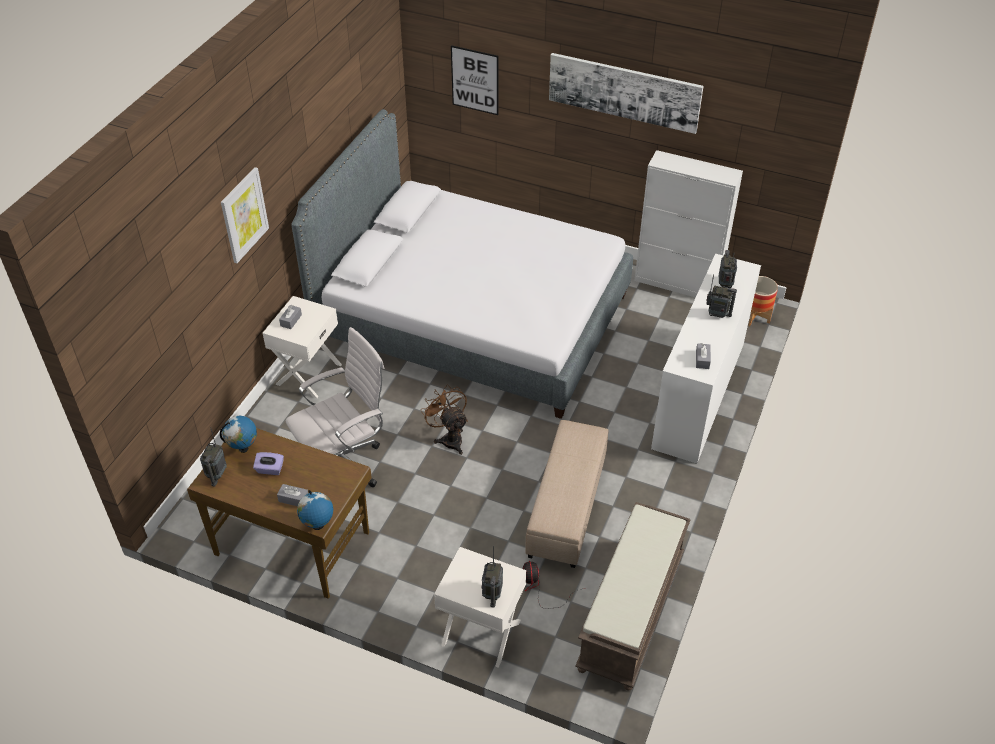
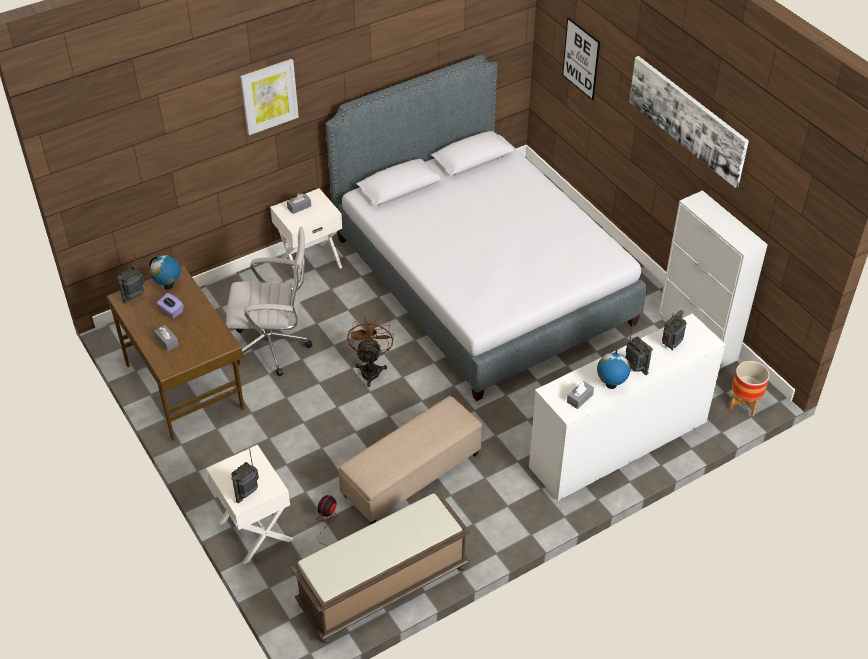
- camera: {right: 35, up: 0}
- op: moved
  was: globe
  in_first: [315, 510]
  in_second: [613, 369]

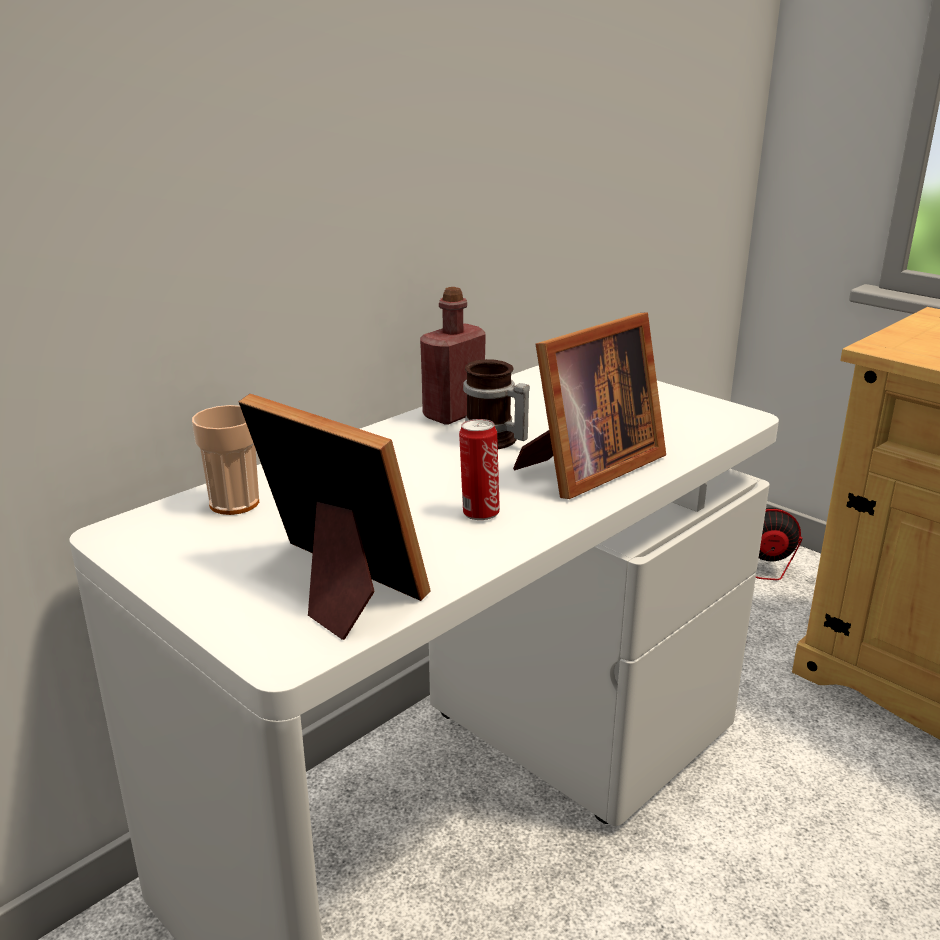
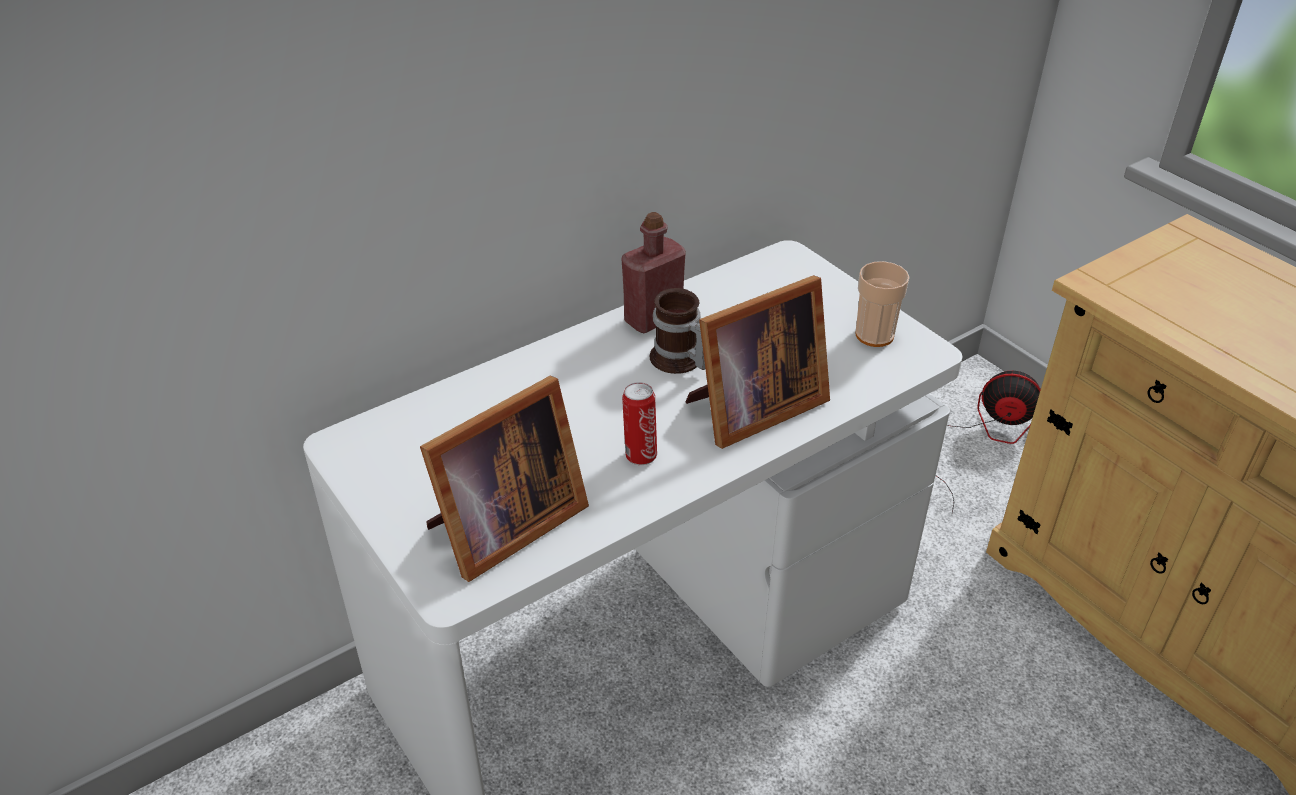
- camera: {right: 10, up: 15}
- op: turned
  was: cadre photo
  in_first: [335, 517]
  in_second: [504, 479]
  clockwise: 90
- op: moved
  was: tasse
  in_first: [225, 460]
  in_second: [882, 304]

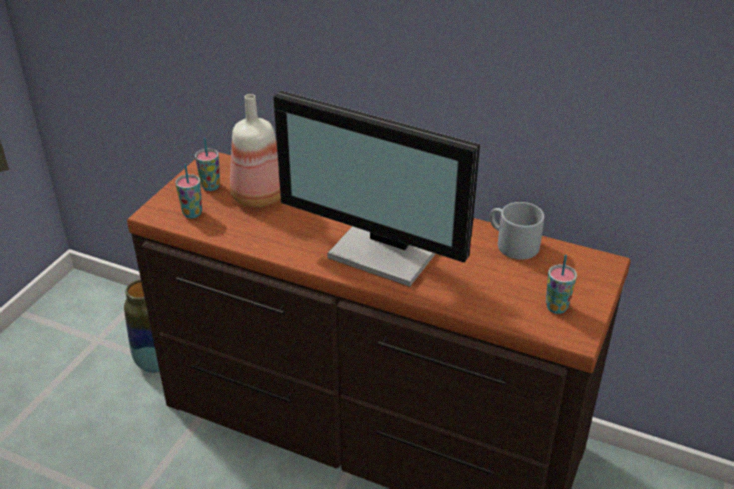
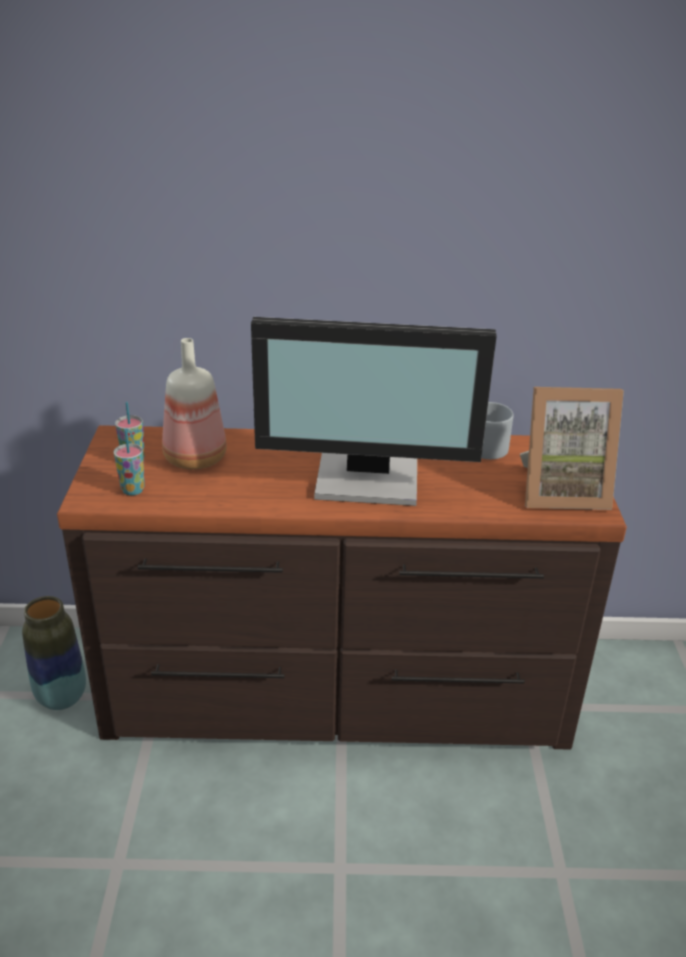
- camera: {right: -25, up: -5}
- op: replaced
  was: tasse
  now: cadre photo
  in_first: [561, 284]
  in_second: [572, 448]

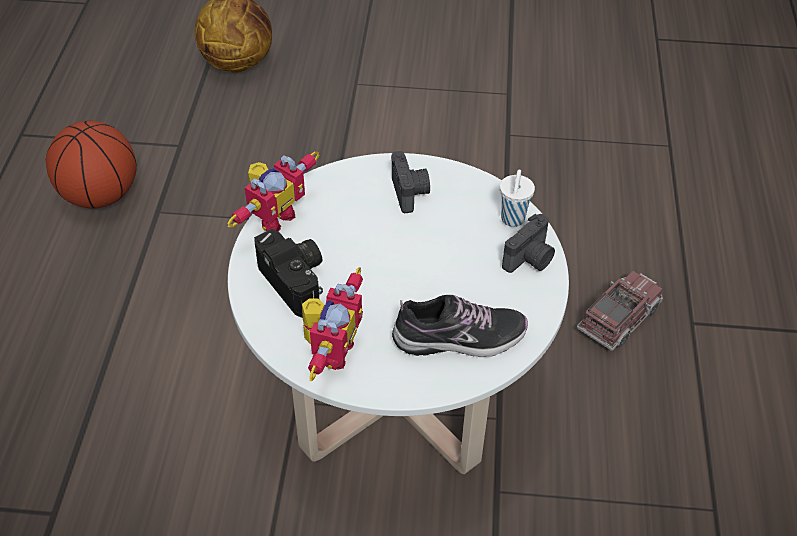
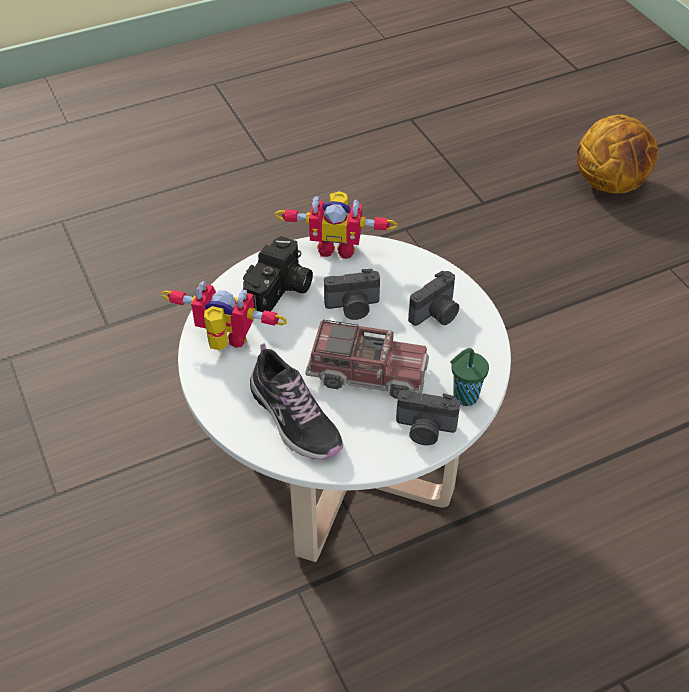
- camera: {right: 60, up: 0}
- op: removed
  was: ballon de basket
  in_first: [91, 164]
- op: recoloured
  was: tasse/blanc
  now: tasse/vert
  in_first: [517, 198]
  in_second: [469, 377]
- op: turned
  was: robot jouet
  in_first: [332, 324]
  in_second: [224, 315]
  clockwise: -150
- op: moved
  was: camion jouet
  in_first: [620, 311]
  in_second: [367, 359]
- op: added
  now: appareil photo
  in_second: [352, 294]

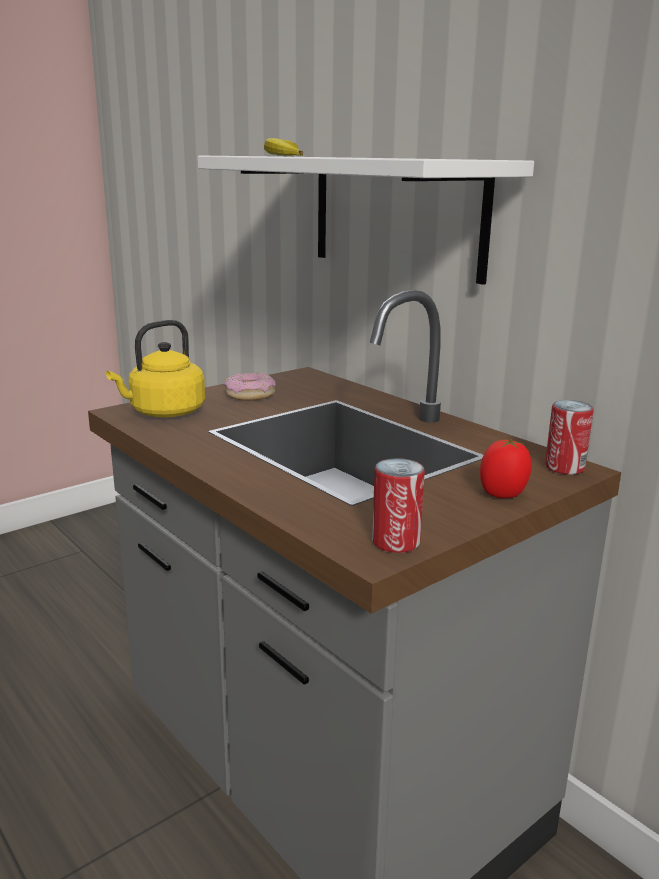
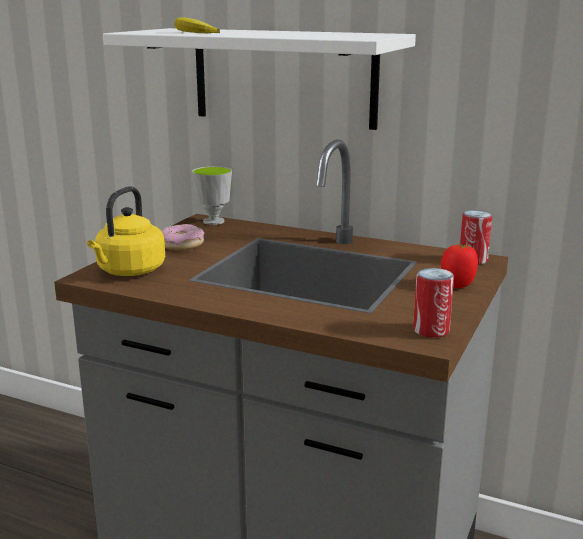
- camera: {right: -25, up: 0}
- op: added
  now: tasse
  in_second: [212, 195]

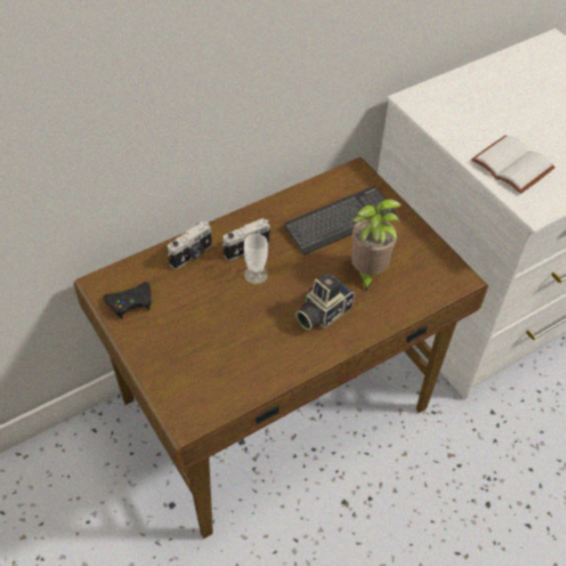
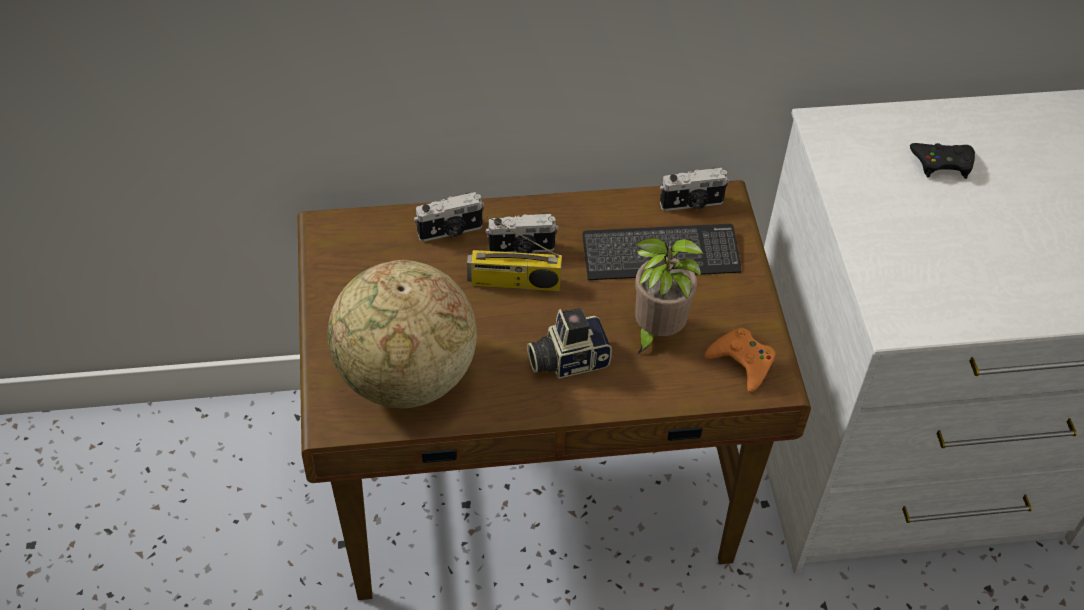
- camera: {right: 25, up: 0}
- op: removed
  was: livre/blanc
  in_first: [513, 164]
- op: replaced
  was: tasse
  now: radio
  in_first: [256, 259]
  in_second: [514, 253]
- op: moved
  was: manette/noir
  in_first: [127, 300]
  in_second: [942, 161]
- op: added
  now: appareil photo
  in_second: [694, 189]
- op: added
  now: globe
  in_second: [402, 334]
- op: added
  now: manette/orange
  in_second: [740, 360]

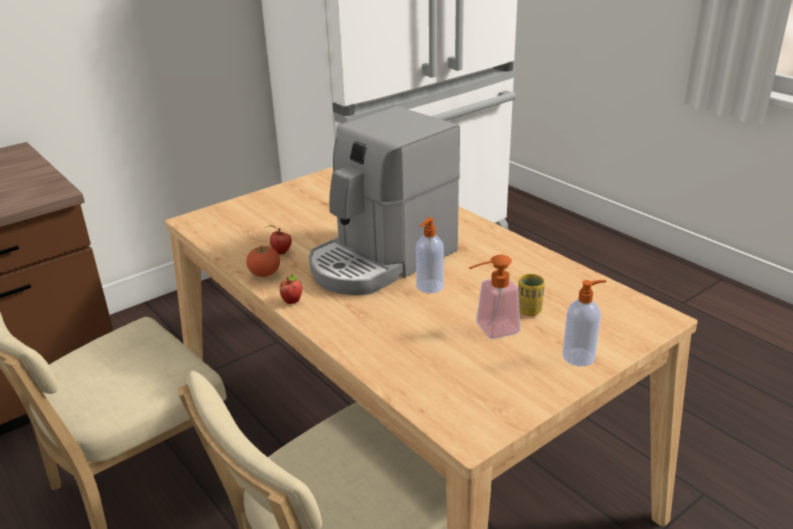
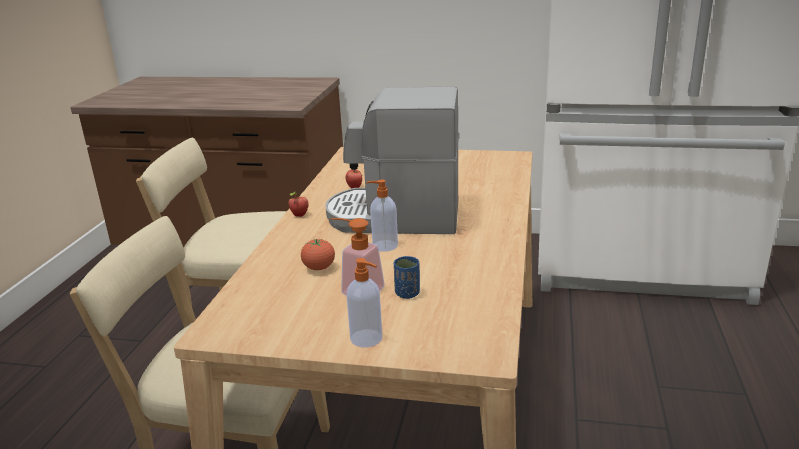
- camera: {right: 50, up: -5}
- op: moved
  was: tomate
  in_first: [263, 261]
  in_second: [318, 255]
- op: recoloured
  was: tasse/jaune
  now: tasse/bleu
  in_first: [531, 294]
  in_second: [407, 277]

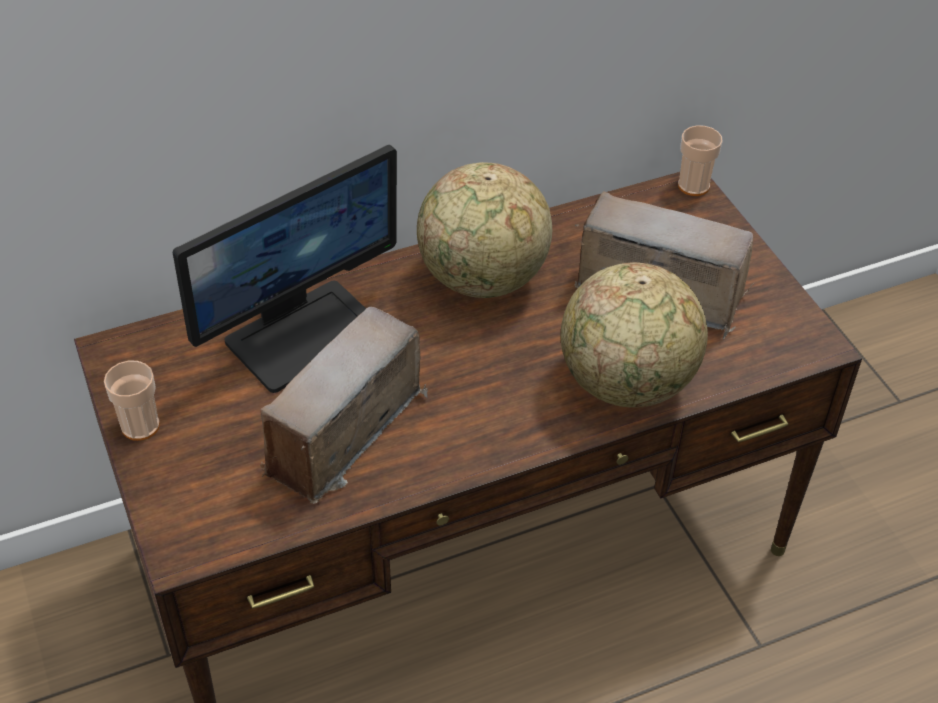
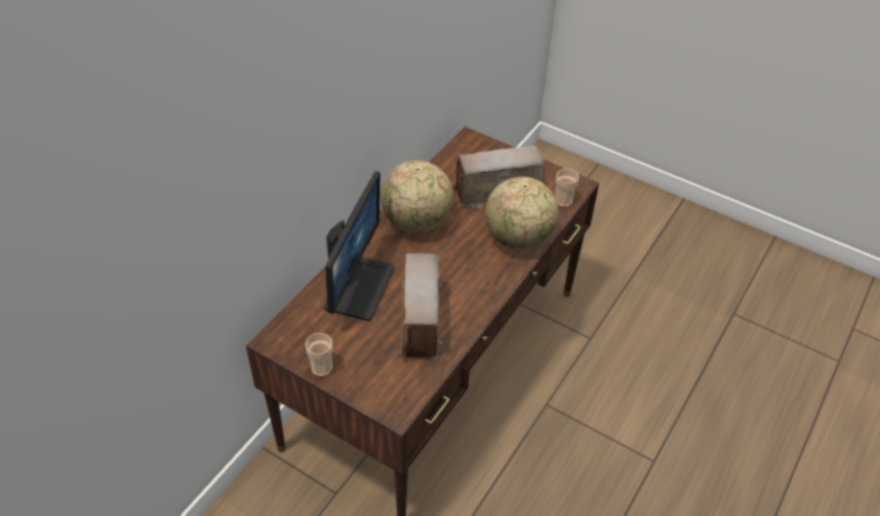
- camera: {right: -35, up: 0}
- op: moved
  was: tasse
  in_first: [700, 160]
  in_second: [567, 187]

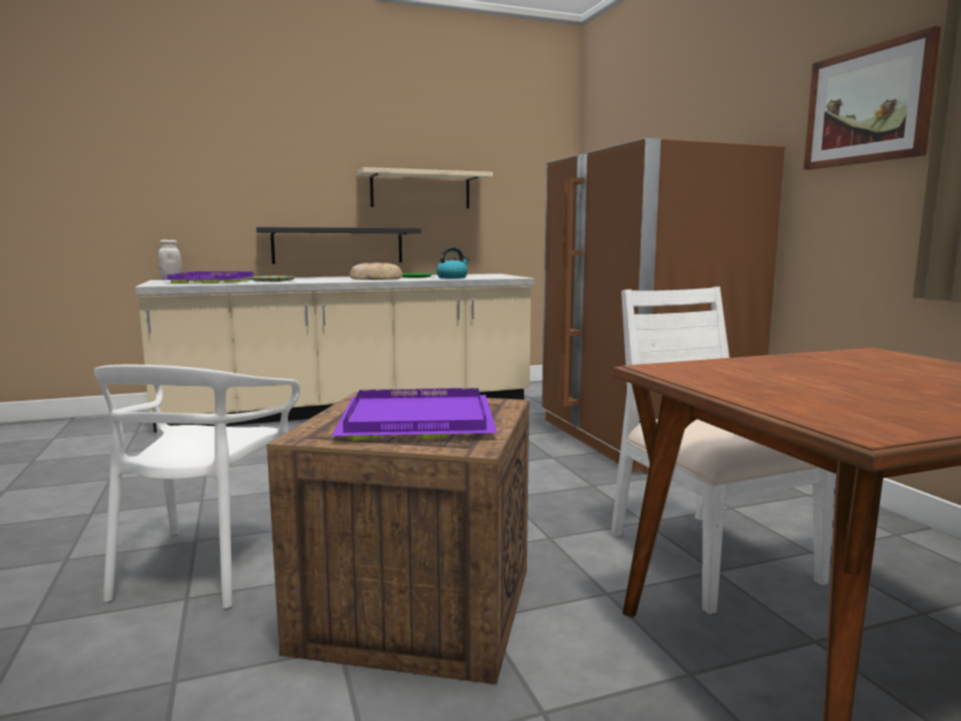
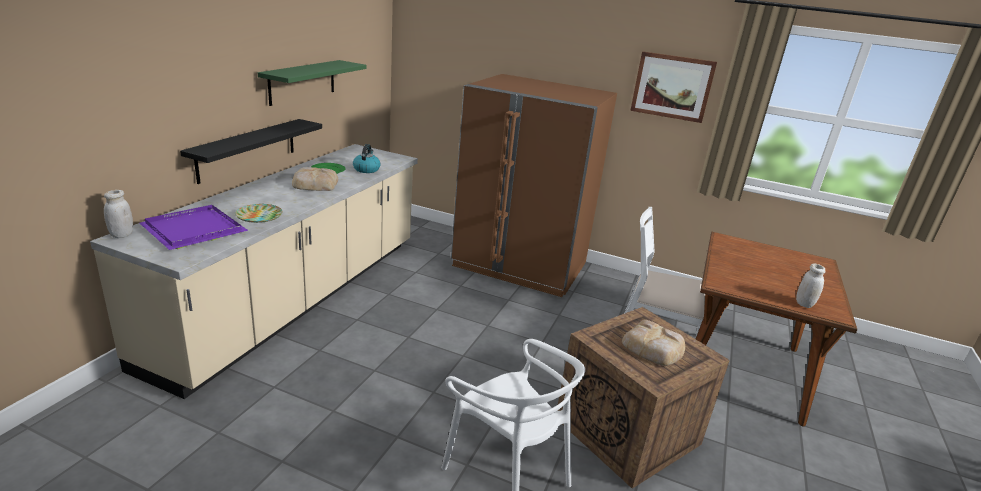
- camera: {right: -50, up: 15}
- op: recoloured
  was: étagère/beige
  now: étagère/vert
  in_first: [425, 188]
  in_second: [312, 83]
- op: replaced
  was: plateau/violet
  now: pain
  in_first: [414, 414]
  in_second: [653, 343]
- op: added
  now: bocal/blanc
  in_second: [811, 286]

